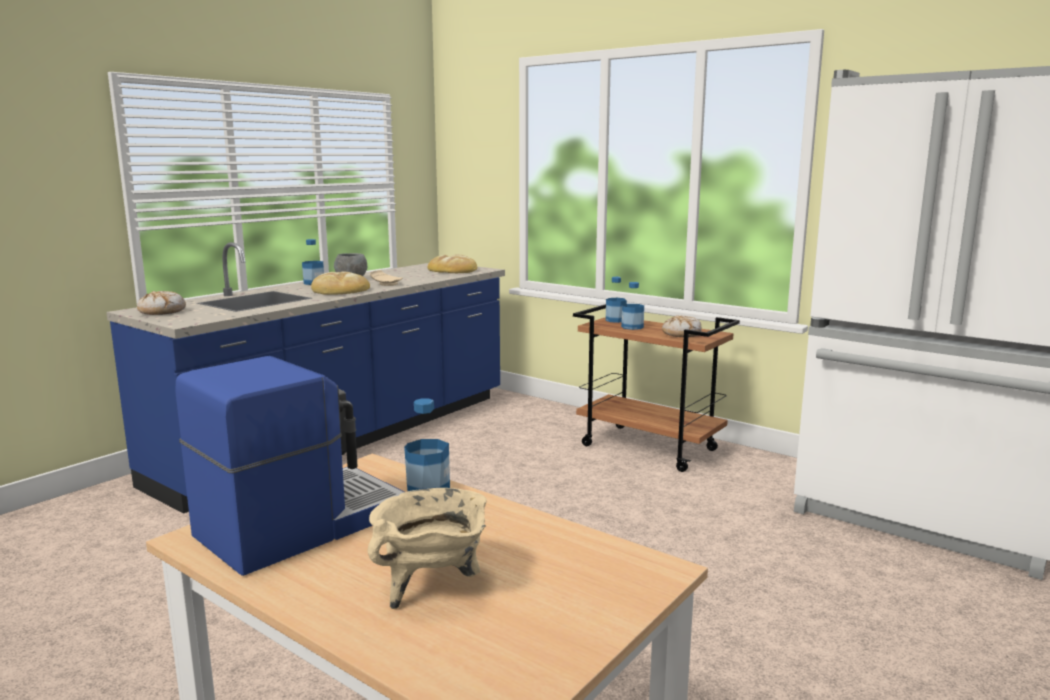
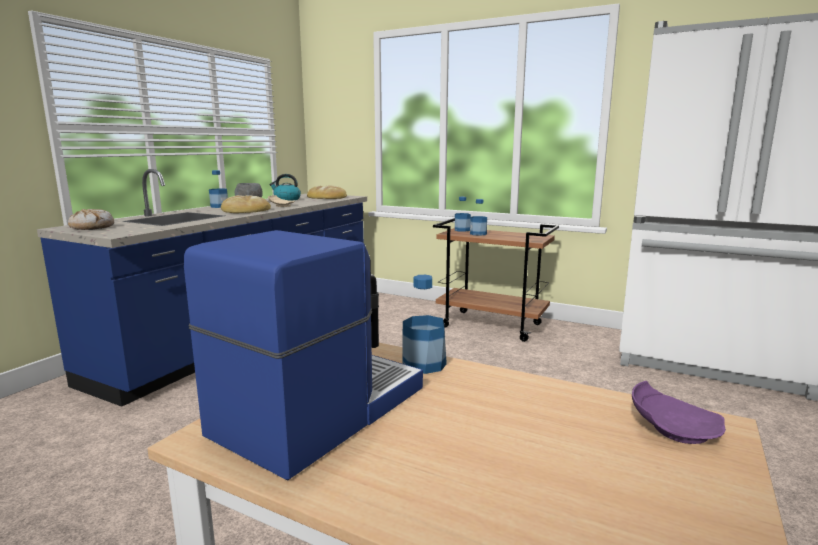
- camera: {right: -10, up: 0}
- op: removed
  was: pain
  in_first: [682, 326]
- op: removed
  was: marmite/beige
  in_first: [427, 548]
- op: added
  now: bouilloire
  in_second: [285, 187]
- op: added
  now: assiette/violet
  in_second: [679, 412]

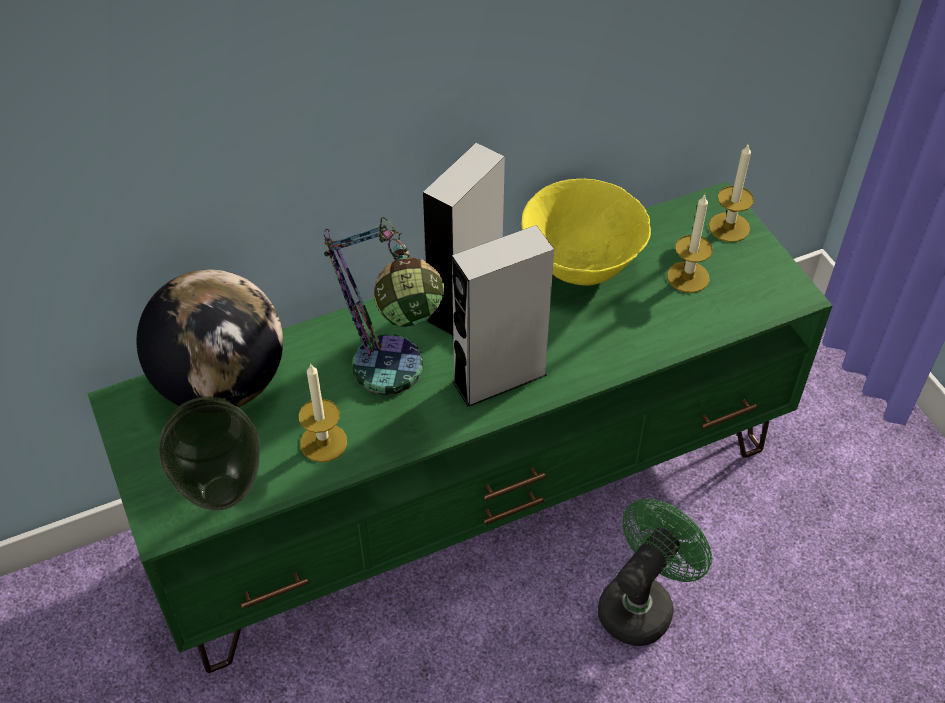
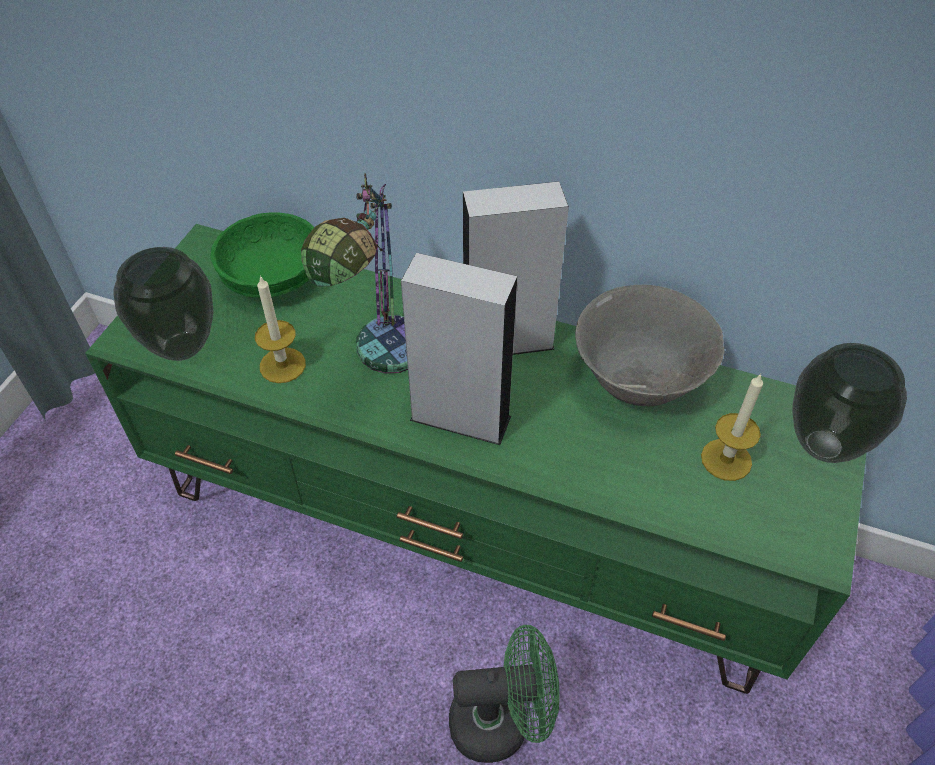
- camera: {right: 45, up: 0}
- op: replaced
  was: bougie
  now: vase
  in_first: [731, 192]
  in_second: [849, 403]
- op: recoloured
  was: bol/jaune
  now: bol/gris
  in_first: [586, 232]
  in_second: [650, 346]
- op: replaced
  was: globe
  now: bol/vert
  in_first: [209, 338]
  in_second: [262, 255]

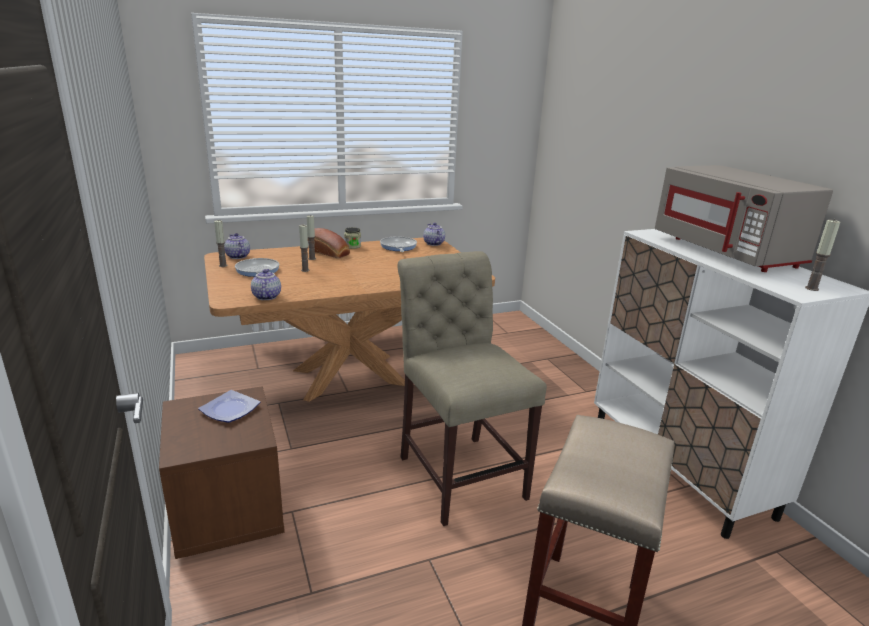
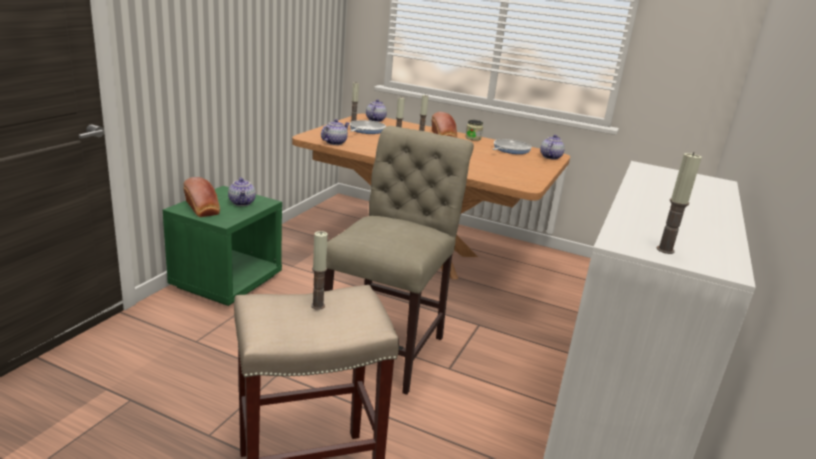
- camera: {right: 45, up: 0}
- op: removed
  was: micro-ondes/gris
  in_first: [744, 218]
- op: recoloured
  was: table de chevet/marron
  now: table de chevet/vert
  in_first: [222, 472]
  in_second: [222, 246]
- op: replaced
  was: assiette
  now: théière
  in_first: [229, 406]
  in_second: [242, 191]
- op: added
  now: pain
  in_second: [201, 197]
- op: added
  now: bougie
  in_second: [319, 270]

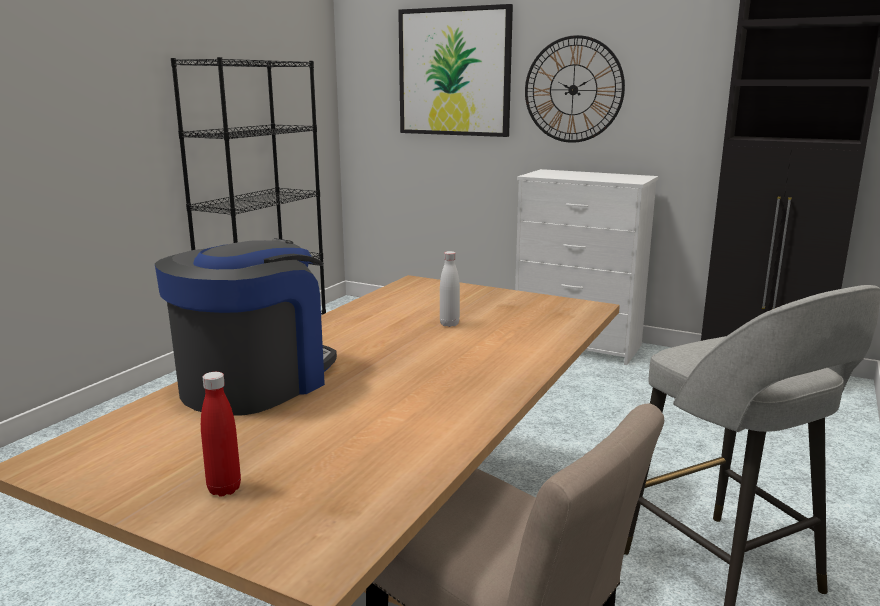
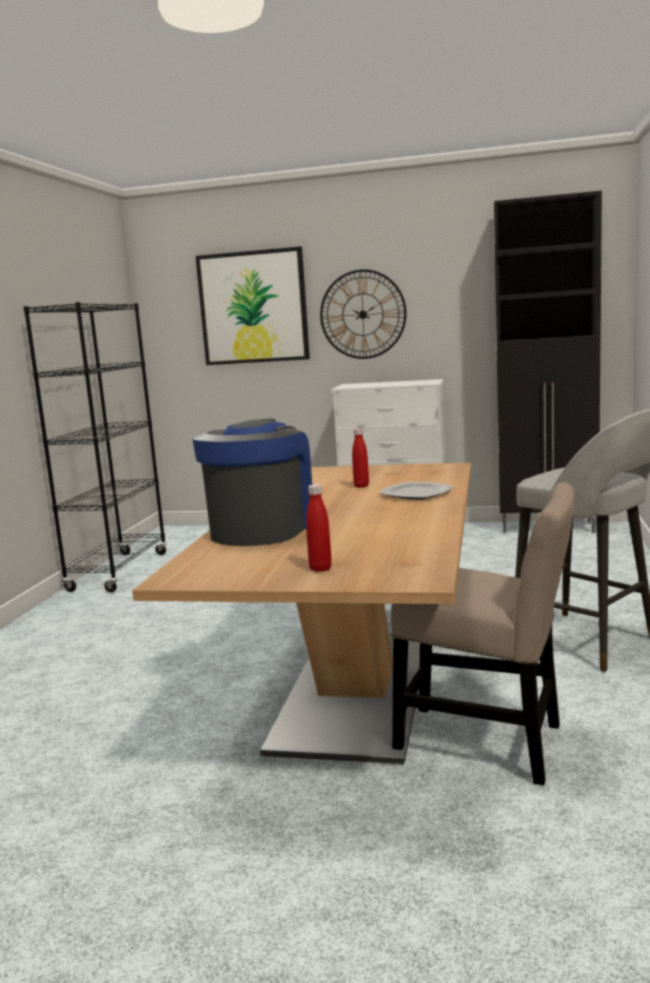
- camera: {right: -15, up: -5}
- op: recoloured
  was: bouteille/blanc
  now: bouteille/rouge
  in_first: [450, 289]
  in_second: [360, 458]
- op: added
  now: assiette
  in_second: [416, 491]

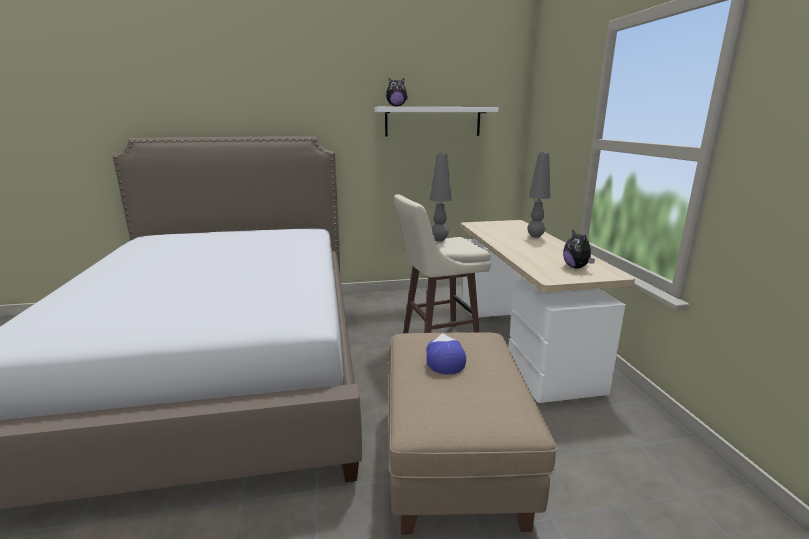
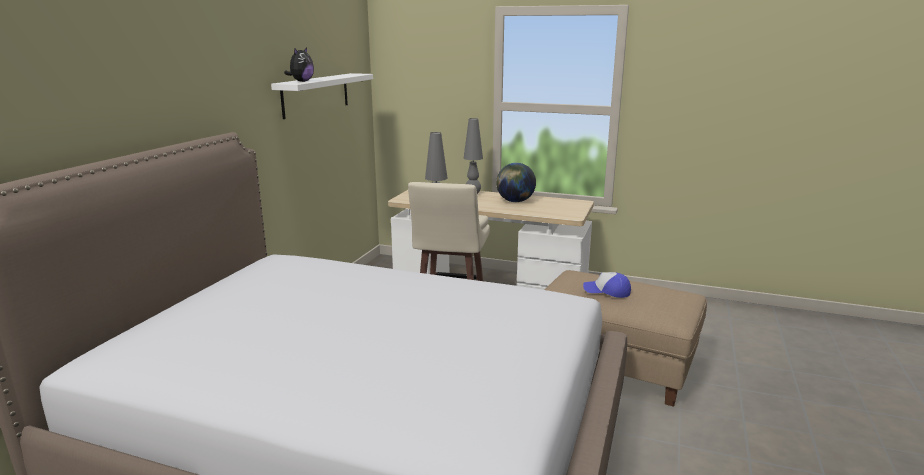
- camera: {right: -60, up: 0}
- op: removed
  was: peluche
  in_first: [579, 249]
- op: added
  now: globe
  in_second: [516, 182]

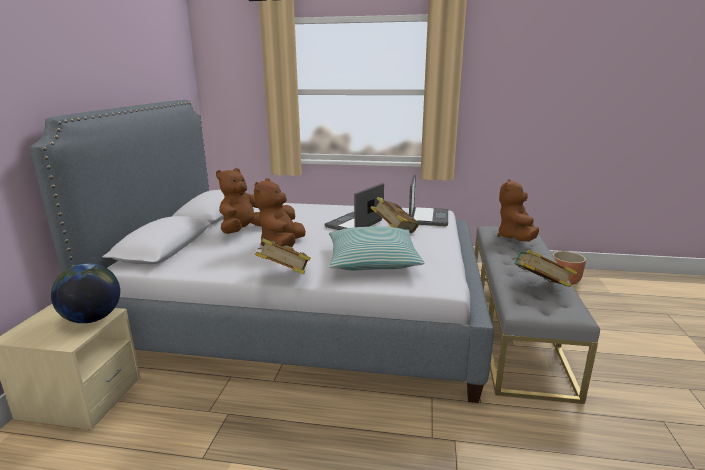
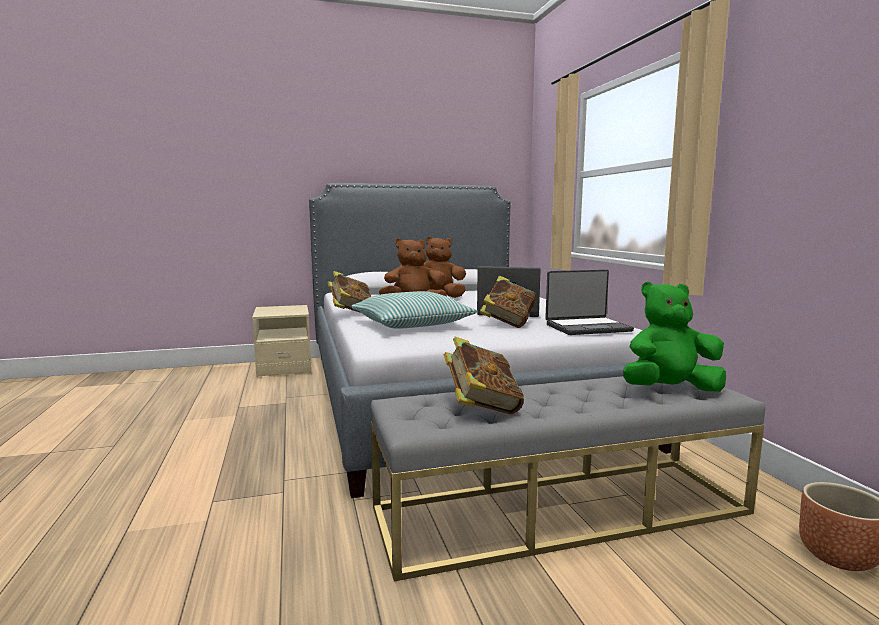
- camera: {right: 65, up: -10}
- op: recoloured
  was: peluche/marron
  now: peluche/vert
  in_first: [518, 210]
  in_second: [674, 337]
- op: removed
  was: globe
  in_first: [85, 293]

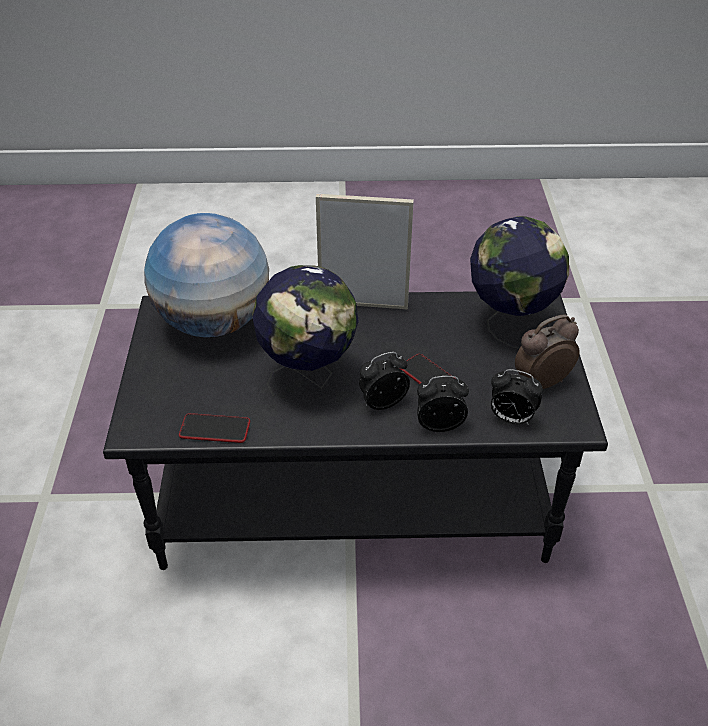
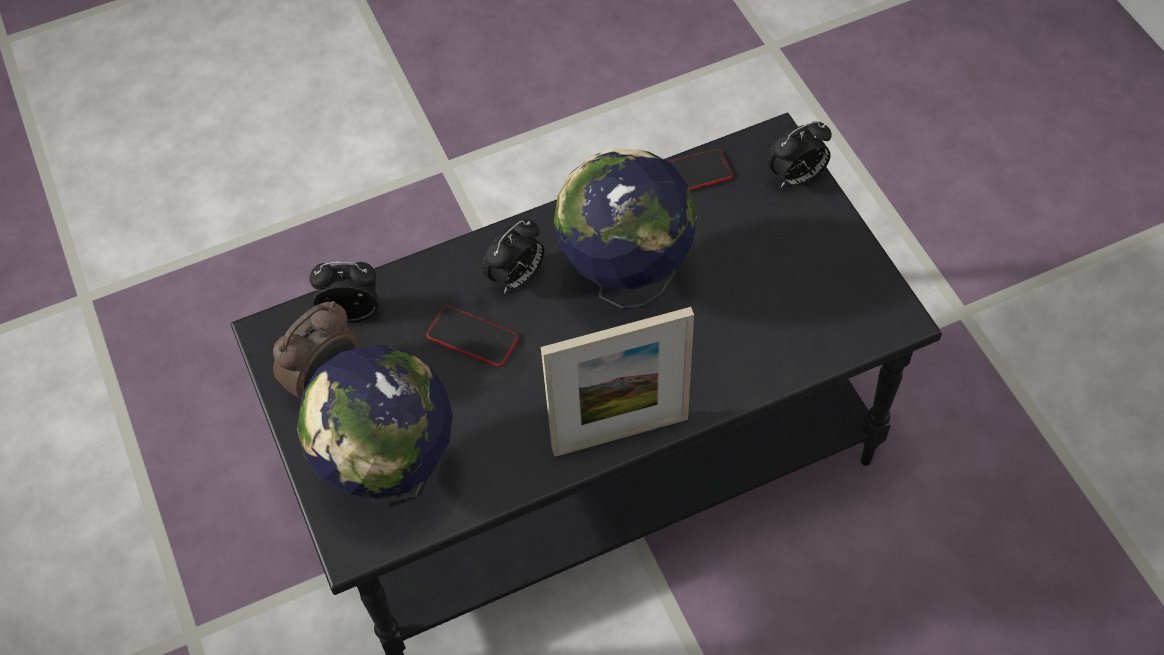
- camera: {right: 160, up: 15}
- op: removed
  was: globe
  in_first: [206, 275]
- op: moved
  was: réveil
  in_first: [443, 404]
  in_second: [799, 154]

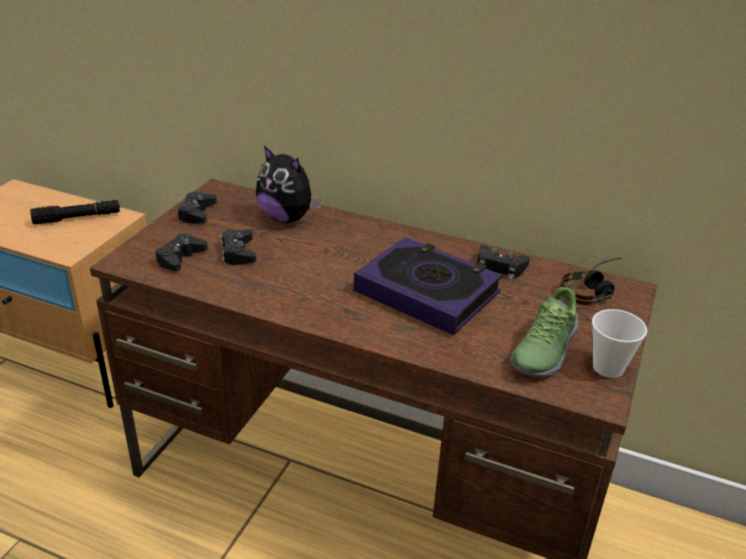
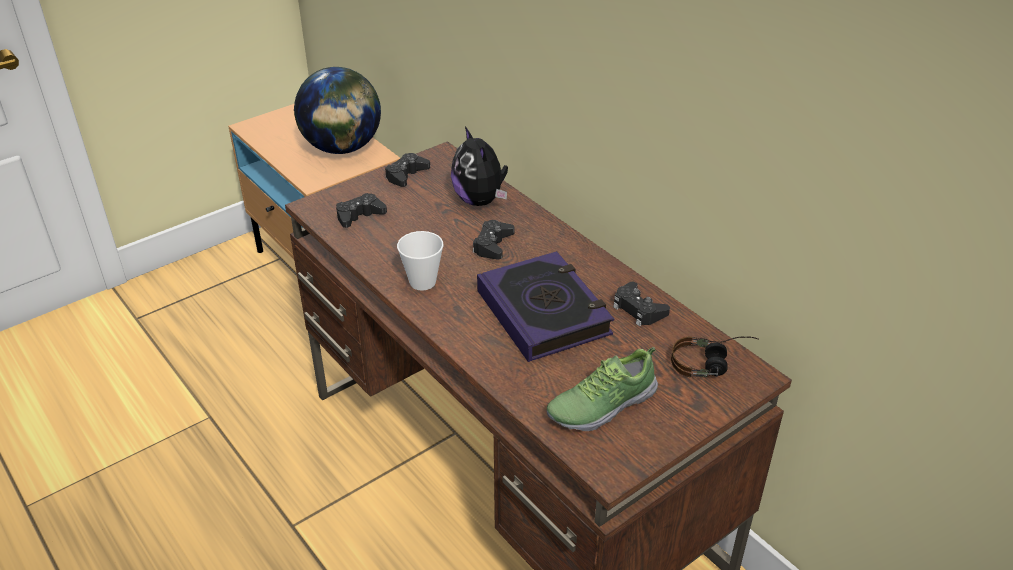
- camera: {right: 30, up: 5}
- op: replaced
  was: lampe de poche/noir
  now: globe
  in_first: [75, 212]
  in_second: [337, 110]
- op: moved
  was: manette/noir
  in_first: [238, 247]
  in_second: [493, 240]
- op: moved
  was: tasse
  in_first: [619, 343]
  in_second: [420, 261]

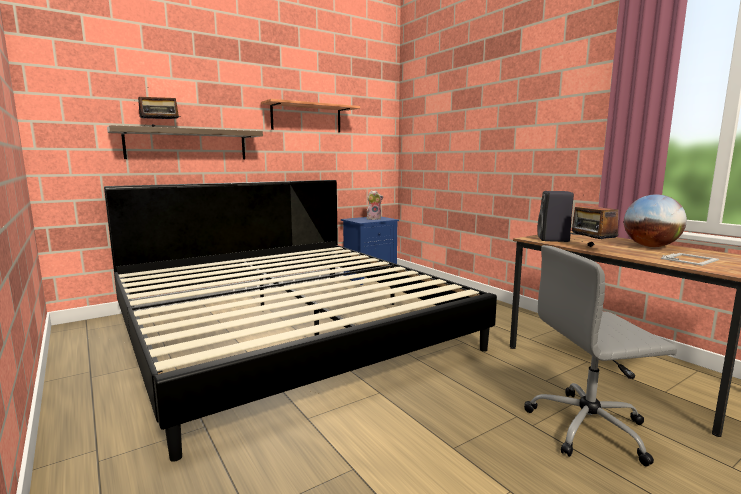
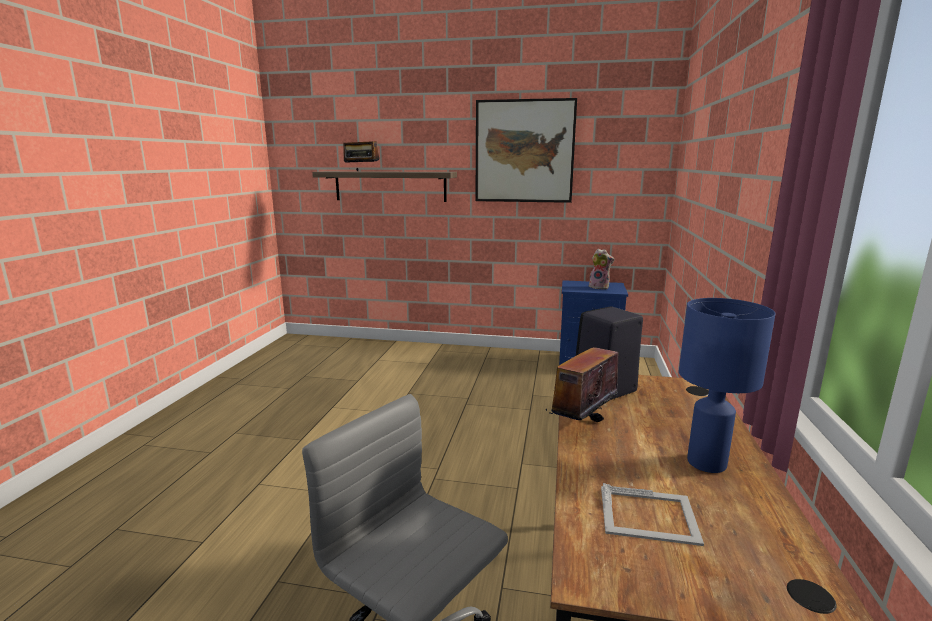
- camera: {right: 45, up: 5}
- op: replaced
  was: étagère
  now: tableau
  in_first: [310, 115]
  in_second: [526, 150]
- op: removed
  was: lit
  in_first: [300, 321]
- op: replaced
  was: globe
  now: lampe de table/bleu
  in_first: [655, 220]
  in_second: [727, 385]

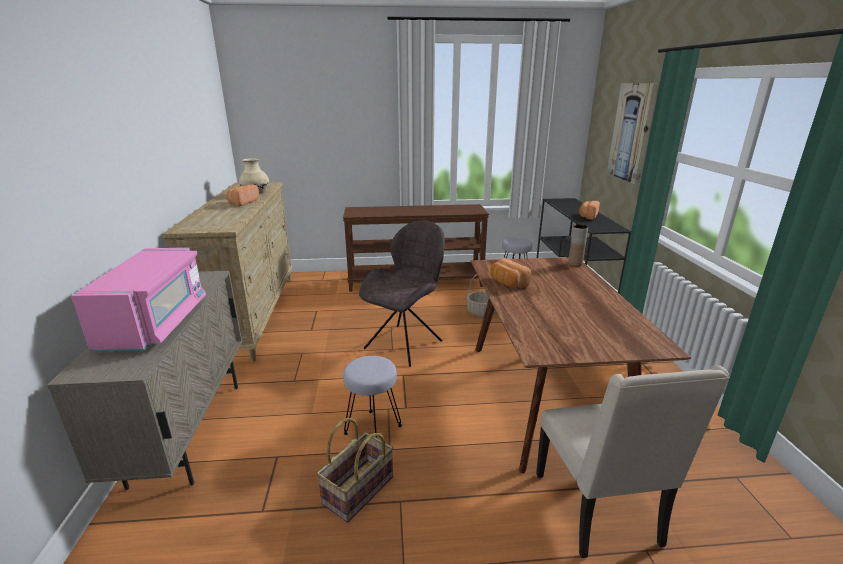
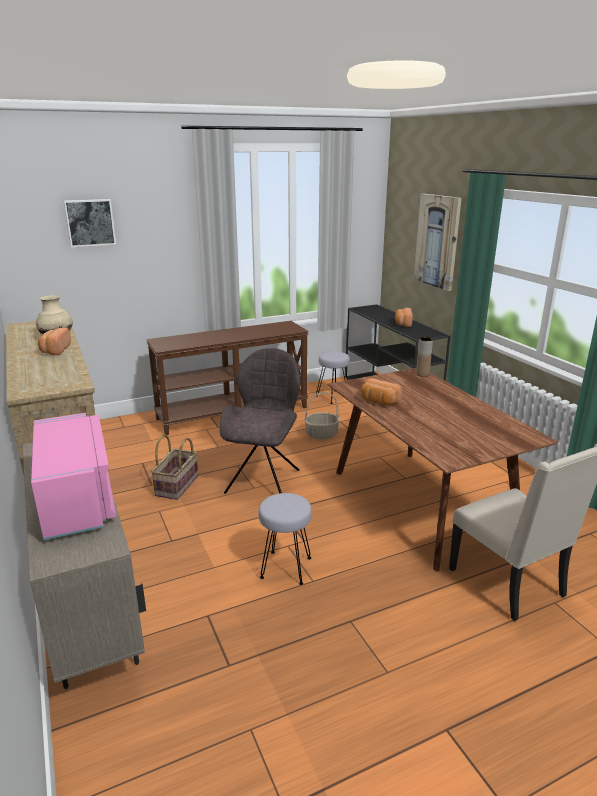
- camera: {right: -20, up: 0}
- op: moved
  was: panier
  in_first: [355, 470]
  in_second: [174, 467]
- op: added
  now: tableau
  in_second: [90, 223]

